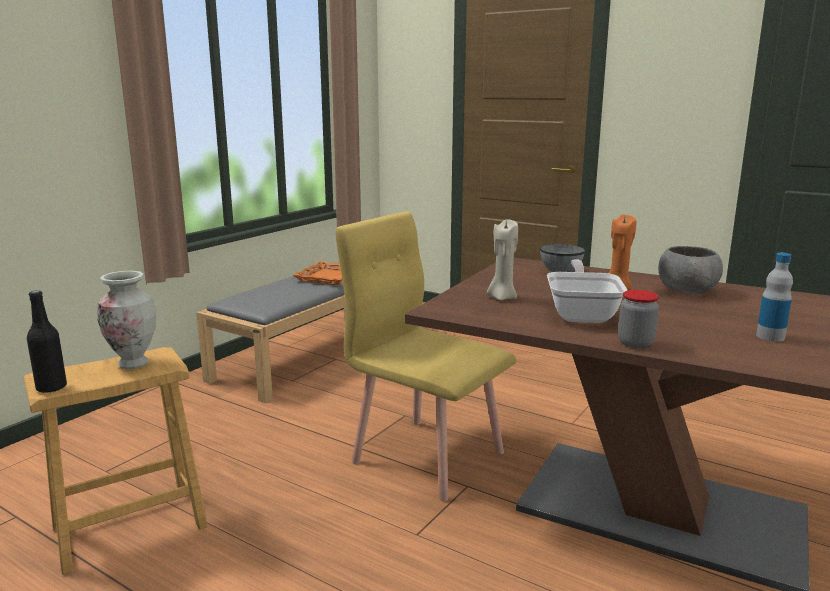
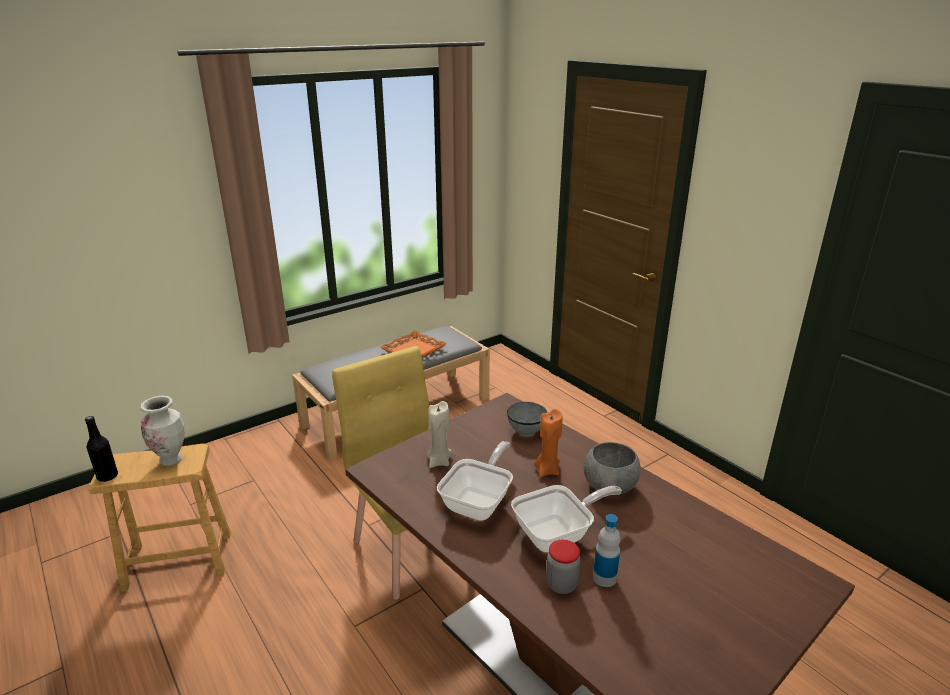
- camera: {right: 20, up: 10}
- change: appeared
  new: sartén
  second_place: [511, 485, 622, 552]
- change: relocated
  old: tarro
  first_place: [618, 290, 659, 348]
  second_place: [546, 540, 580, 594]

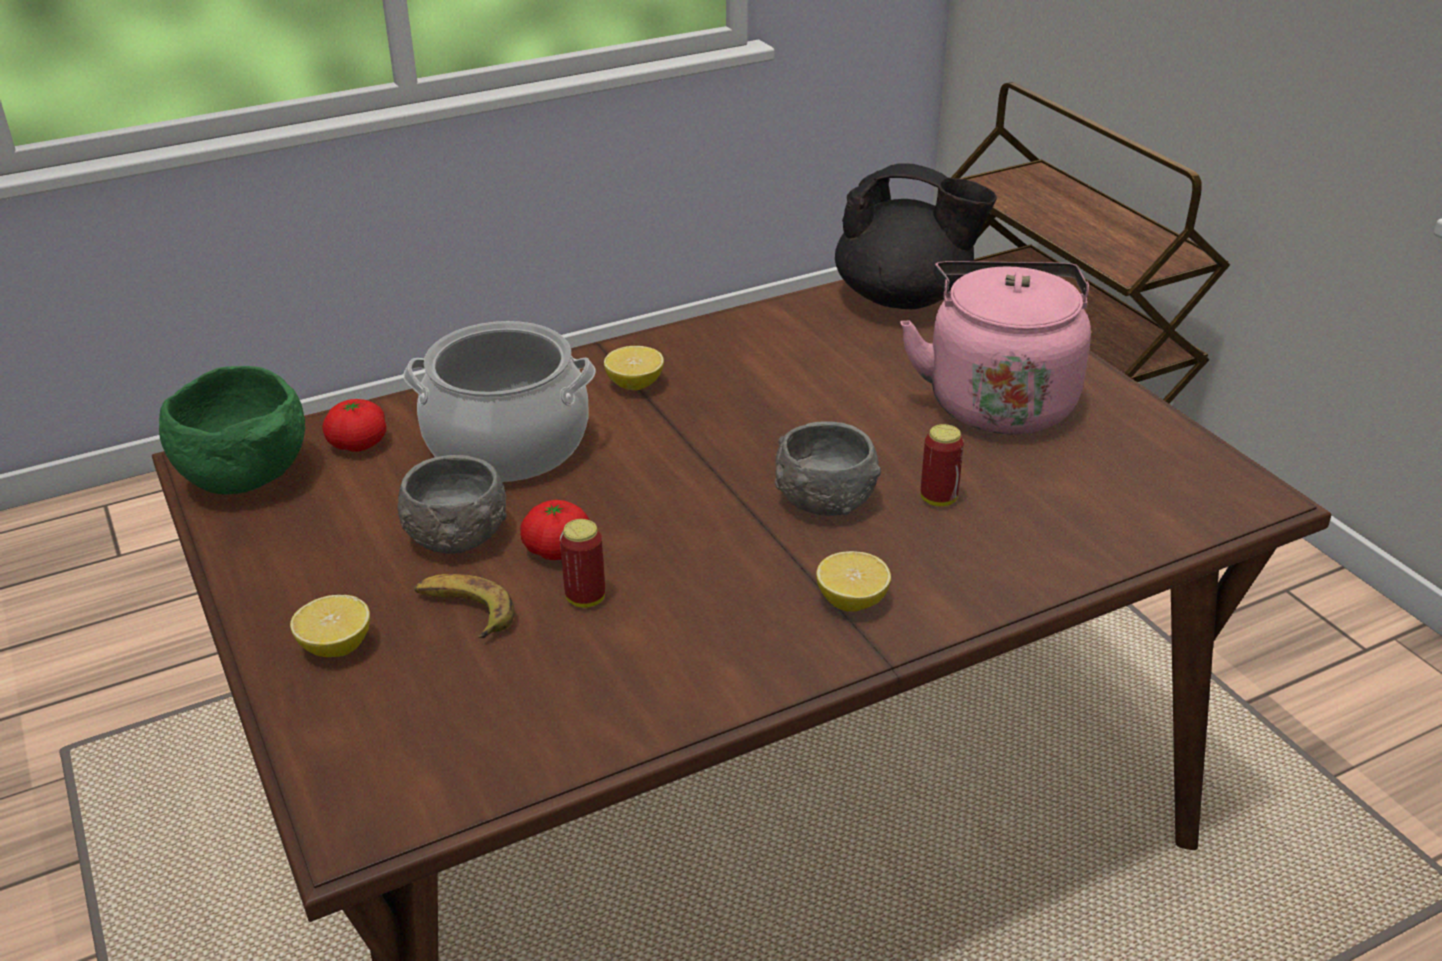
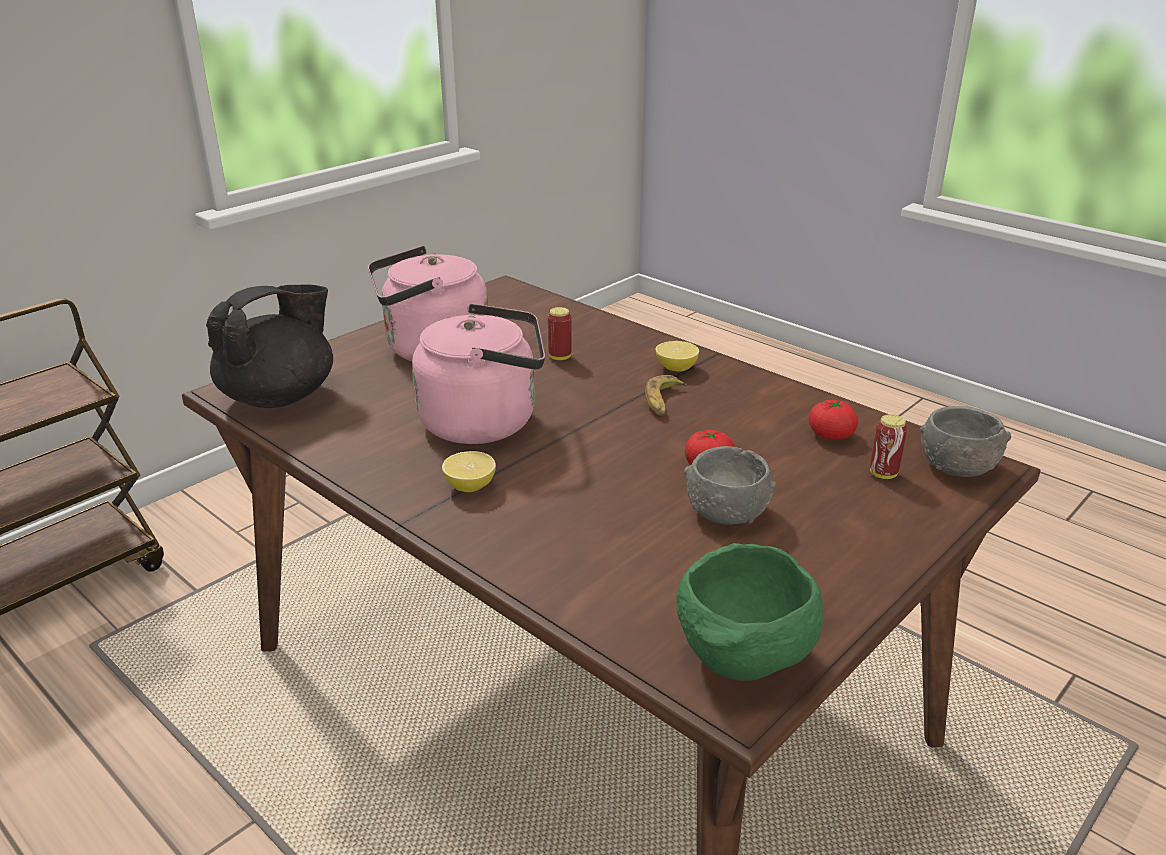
- camera: {right: -110, up: -5}
- change: missing
  old: limón
  first_place: [290, 595, 370, 657]
- change: missing
  old: olla
  first_place: [403, 321, 596, 482]
- change: appeared
  new: hervidor/rosa
  second_place: [412, 303, 545, 444]
- change: relocated
  old: tomate
  first_place: [322, 399, 386, 452]
  second_place: [809, 400, 858, 440]
- change: relocated
  old: plátano
  first_place: [414, 574, 515, 638]
  second_place: [645, 375, 687, 416]
- change: relocated
  old: lata
  first_place: [560, 519, 605, 608]
  second_place: [870, 414, 907, 479]
- change: relocated
  old: cuenco/gris
  first_place: [775, 421, 881, 516]
  second_place: [920, 406, 1011, 477]
- change: spun
  old: tetera/negro
  first_place: [835, 163, 997, 309]
  second_place: [206, 284, 333, 408]
  degrees: 45

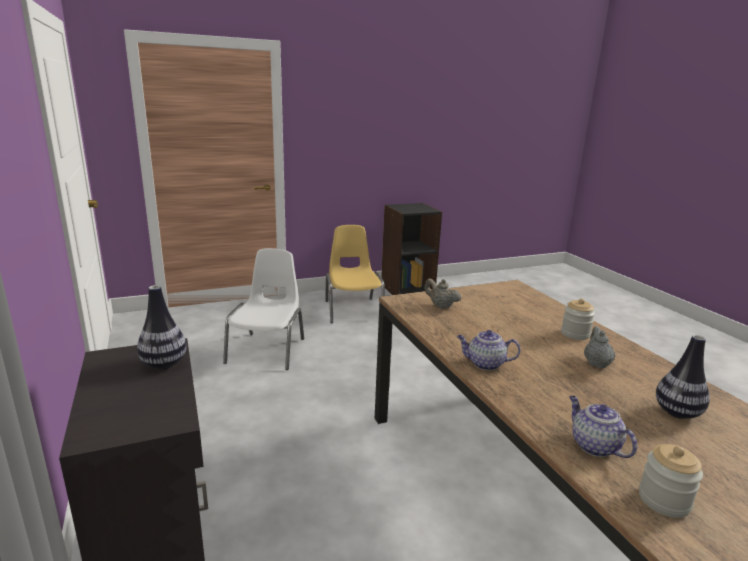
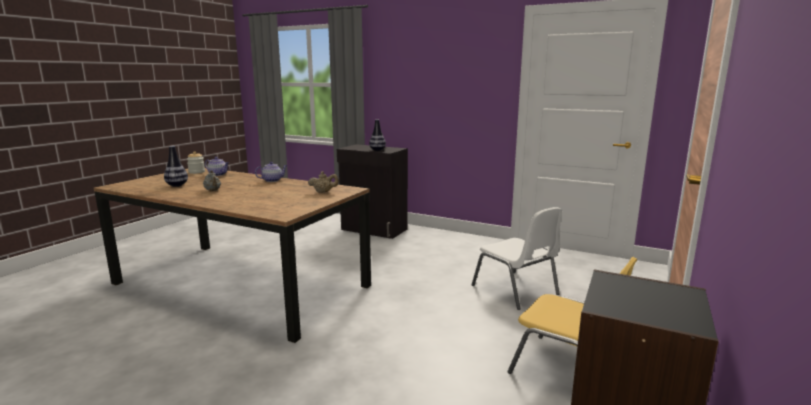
- camera: {right: 140, up: -5}
- change: missing
  old: tarro
  first_place: [561, 299, 595, 340]

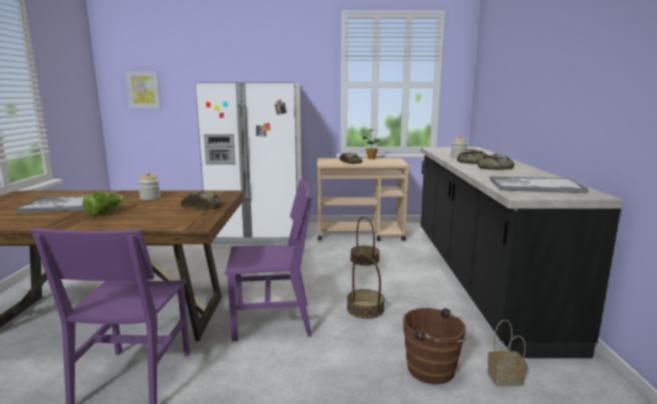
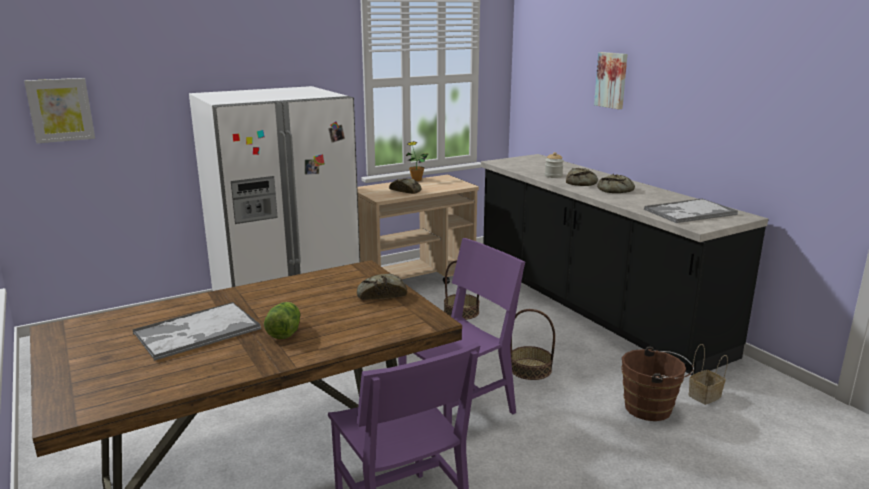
- camera: {right: -30, up: 5}
- change: missing
  old: tarro
  first_place: [138, 172, 161, 200]
- change: appeared
  new: cuadro
  second_place: [594, 52, 627, 109]

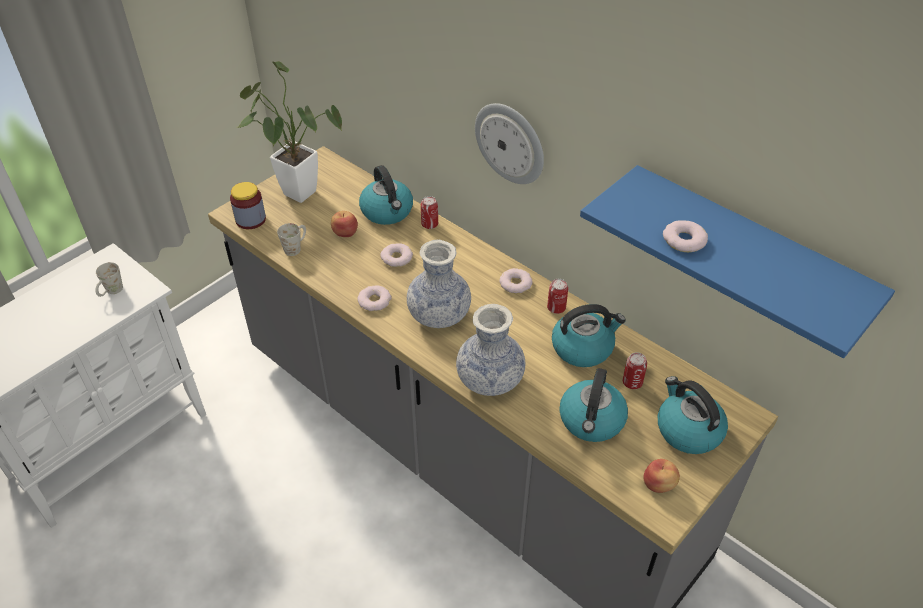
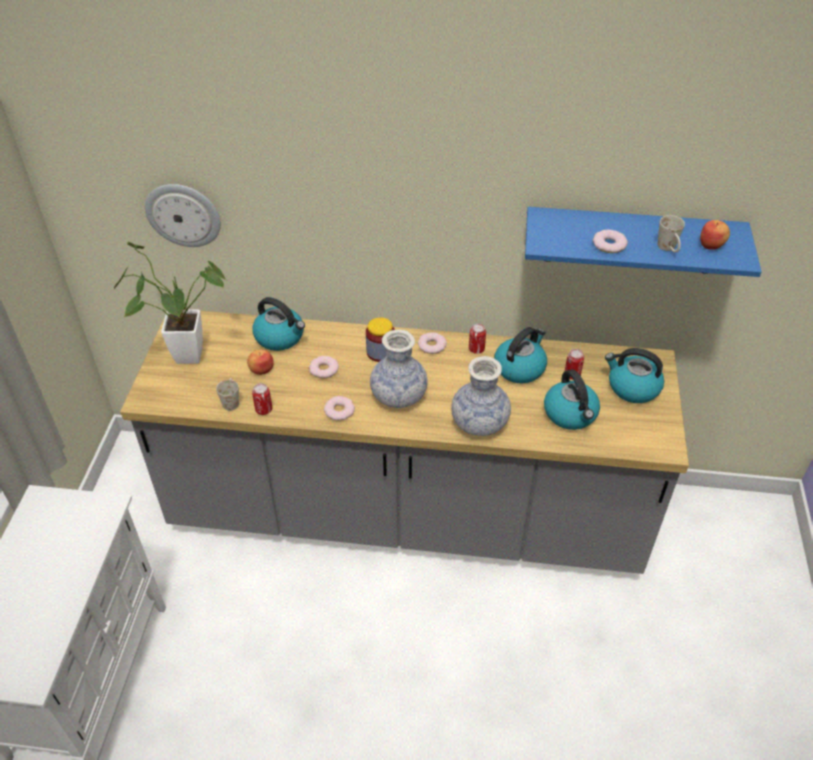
- camera: {right: -35, up: 0}
- change: relocated
  old: taza grande/blanco
  first_place: [96, 262, 123, 297]
  second_place: [658, 215, 685, 253]
- change: relocated
  old: tarro
  first_place: [230, 182, 266, 229]
  second_place: [366, 317, 395, 362]
- change: relocated
  old: lata
  first_place: [421, 196, 438, 229]
  second_place: [252, 383, 272, 415]
- change: relocated
  old: reloj de pared
  first_place: [475, 103, 544, 184]
  second_place: [145, 184, 221, 247]
- change: relocated
  old: manzana
  first_place: [644, 459, 680, 493]
  second_place: [700, 220, 730, 250]

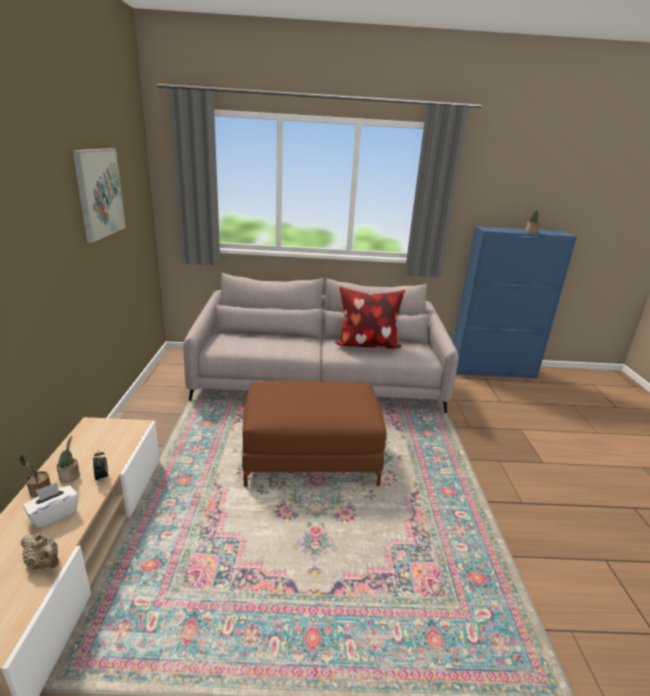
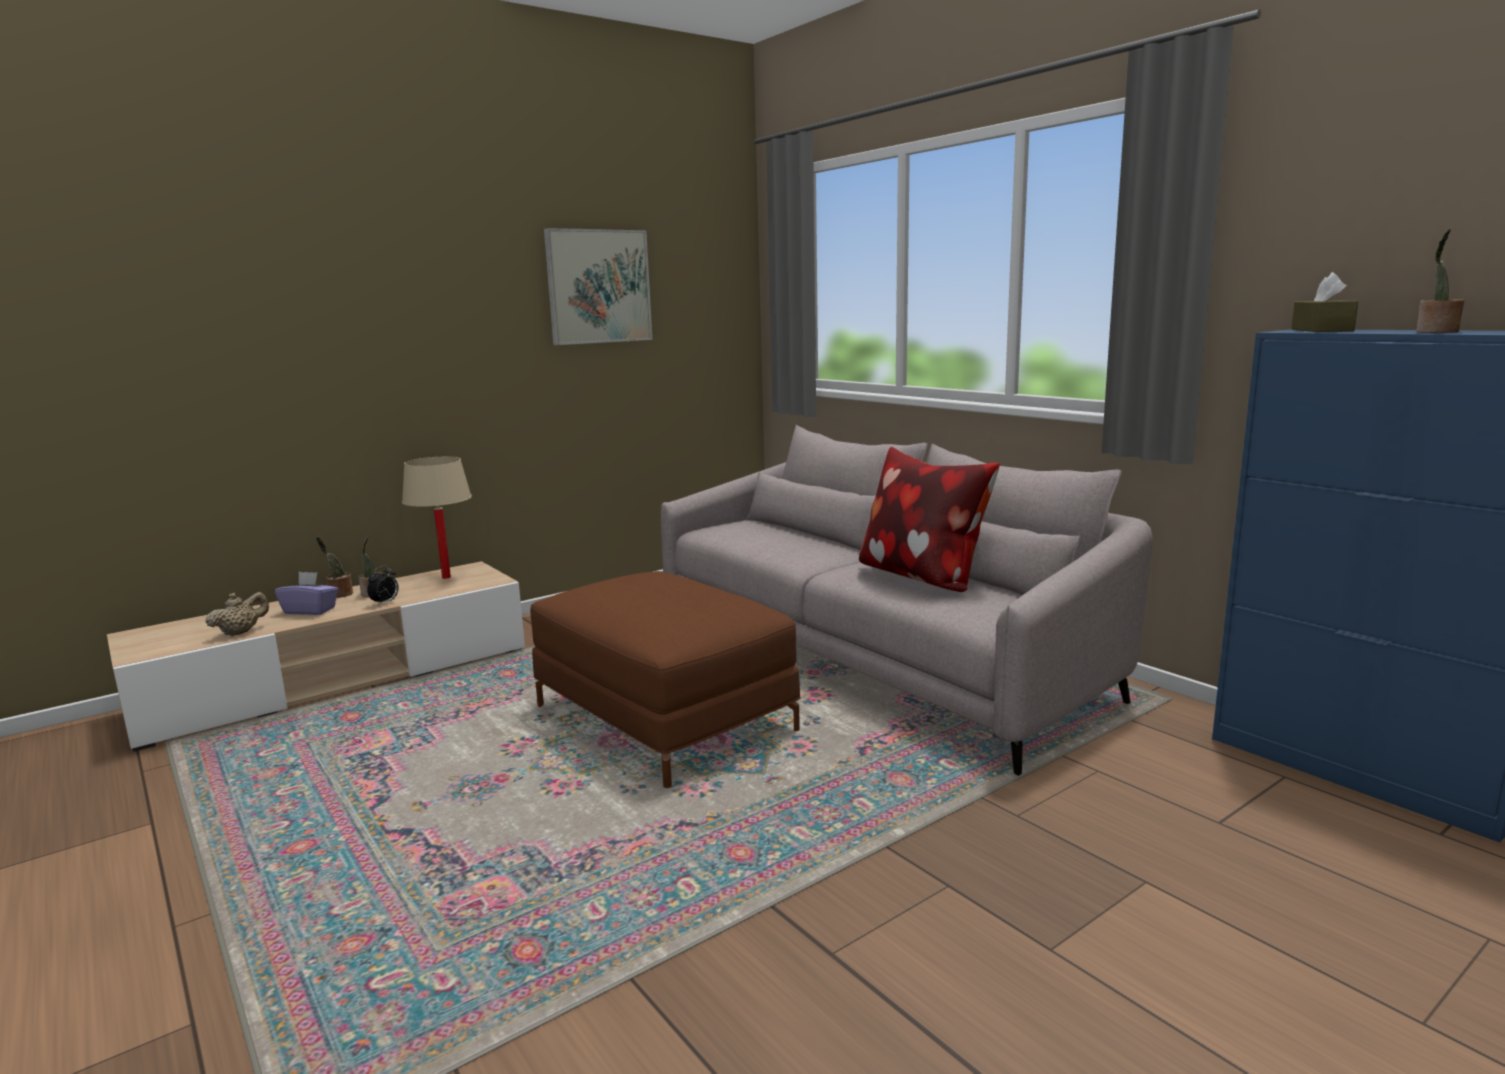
- camera: {right: 55, up: -10}
- change: appeared
  new: lámpara de mesa/beis
  second_place: [402, 457, 472, 579]
- change: appeared
  new: caja de pañuelos/marrón
  second_place: [1291, 272, 1358, 332]
- change: colour
  old: caja de pañuelos/blanco
  new: caja de pañuelos/morado
  first_place: [23, 482, 78, 529]
  second_place: [275, 572, 338, 615]
- change: spun
  old: tetera/beis
  first_place: [21, 533, 59, 570]
  second_place: [205, 592, 269, 636]
  degrees: -135

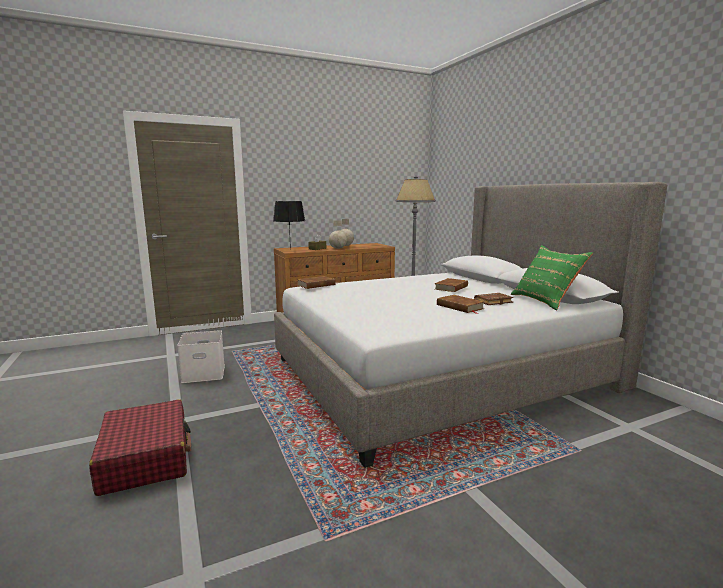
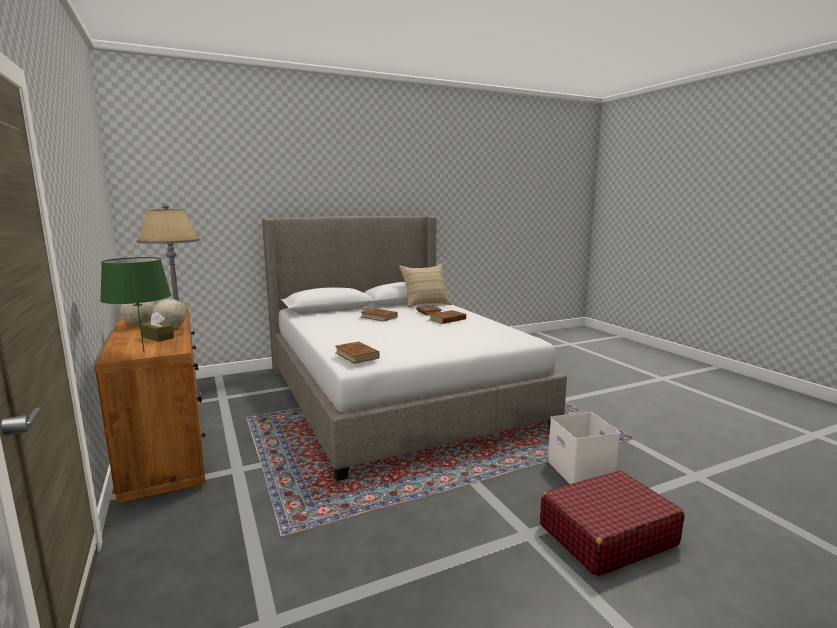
- camera: {right: -90, up: 0}
- change: relocated
  old: caja de almacenaje/blanco
  first_place: [177, 330, 225, 383]
  second_place: [548, 412, 620, 484]
- change: colour
  old: lámpara de mesa/negro
  new: lámpara de mesa/verde
  first_place: [273, 201, 305, 250]
  second_place: [100, 257, 171, 352]
- change: colour
  old: cojín/verde
  new: cojín/beis
  first_place: [511, 245, 593, 310]
  second_place: [399, 263, 452, 307]

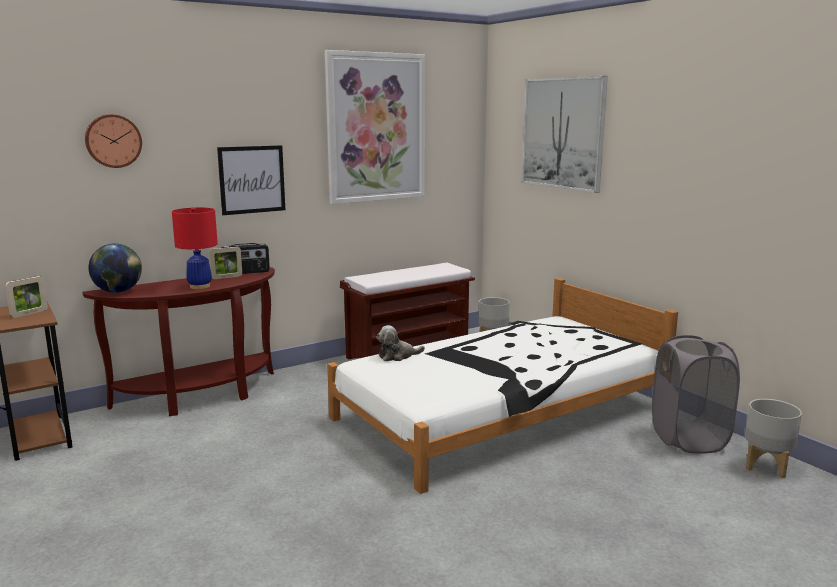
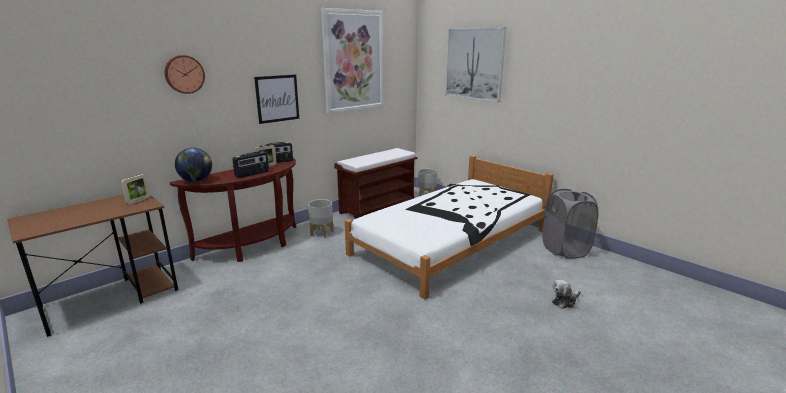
- camera: {right: -10, up: 5}
- change: relocated
  old: peluche
  first_place: [376, 325, 425, 361]
  second_place: [552, 280, 581, 309]
- change: relocated
  old: maceta/gris
  first_place: [745, 399, 802, 479]
  second_place: [308, 199, 333, 238]
- change: exchanged
  old: lámpara de mesa/rojo
  new: radio
  first_place: [172, 207, 218, 289]
  second_place: [232, 151, 269, 178]

